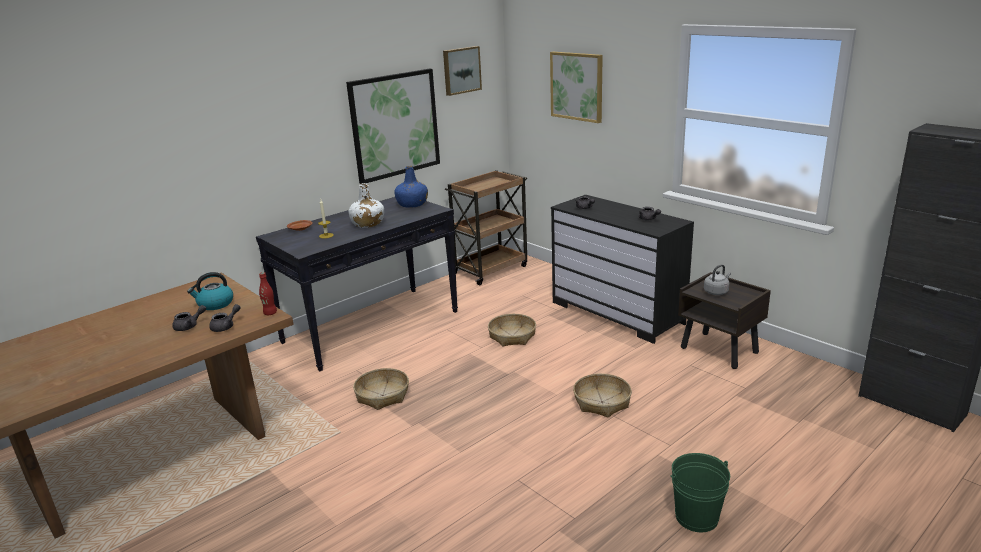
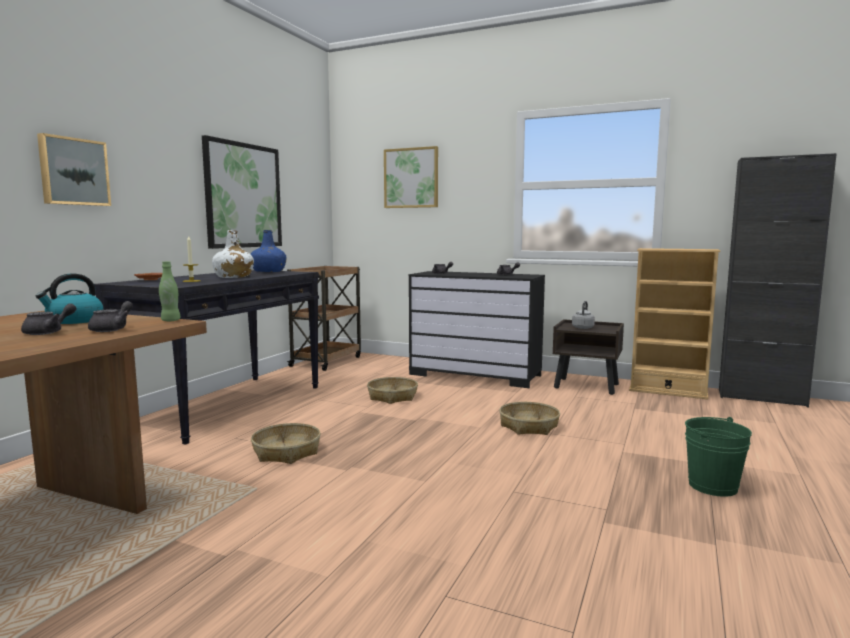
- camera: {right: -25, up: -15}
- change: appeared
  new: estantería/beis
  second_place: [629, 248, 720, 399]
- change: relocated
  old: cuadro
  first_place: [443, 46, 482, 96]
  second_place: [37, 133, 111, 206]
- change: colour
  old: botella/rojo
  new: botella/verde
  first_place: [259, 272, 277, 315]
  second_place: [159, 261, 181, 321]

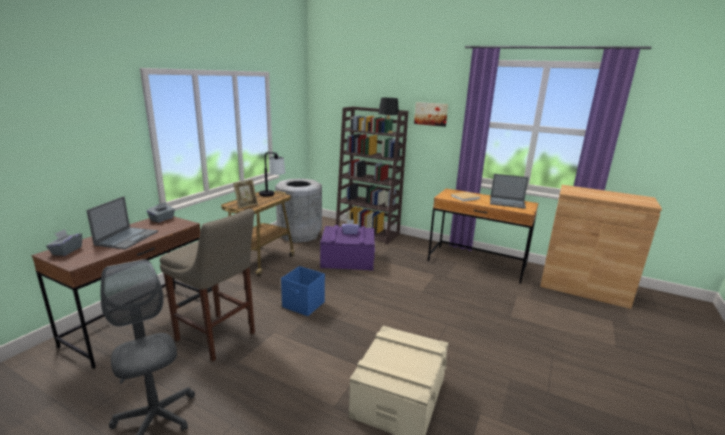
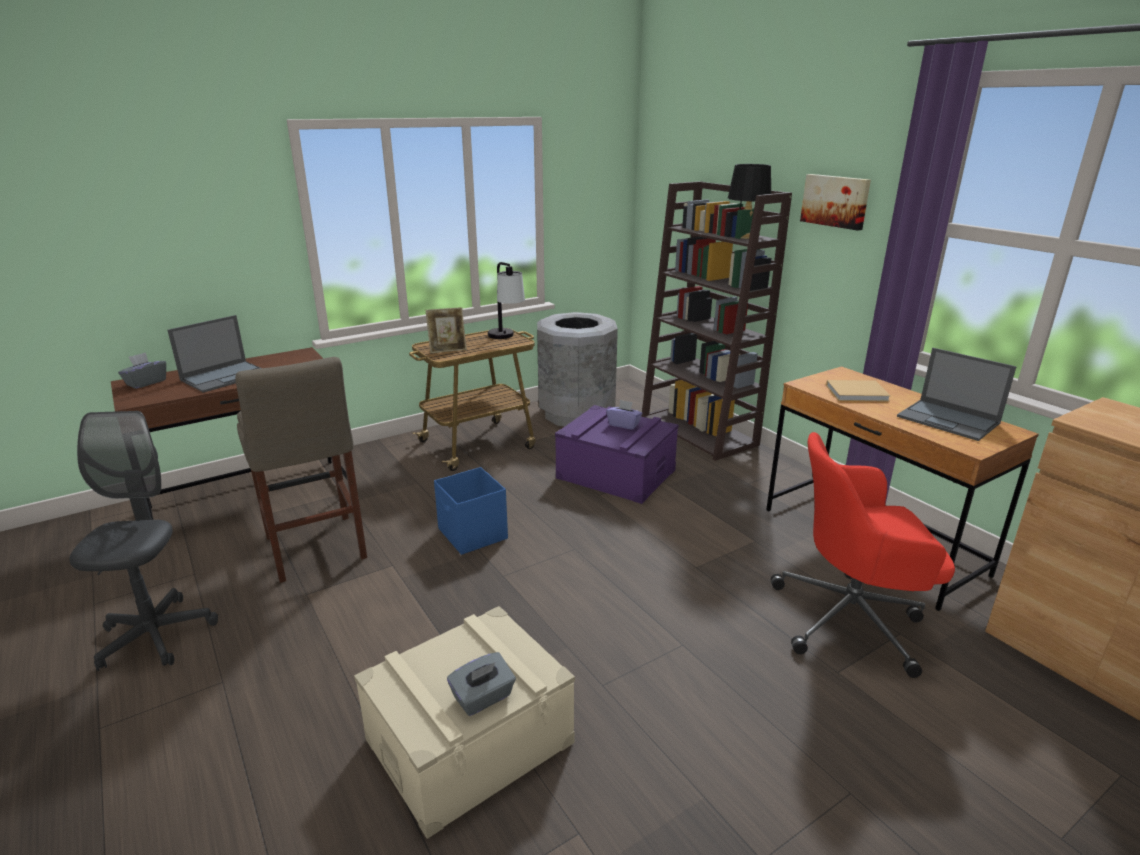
- camera: {right: 30, up: 5}
- change: appeared
  new: silla de oficina/rojo
  second_place: [771, 432, 955, 678]
- change: relocated
  old: caja de pañuelos/gris
  first_place: [147, 202, 175, 223]
  second_place: [447, 652, 516, 716]

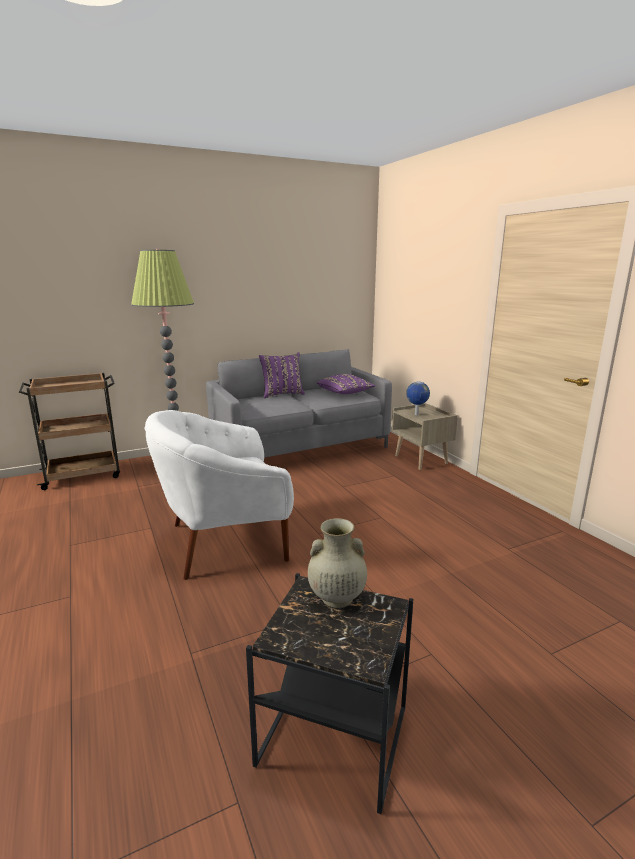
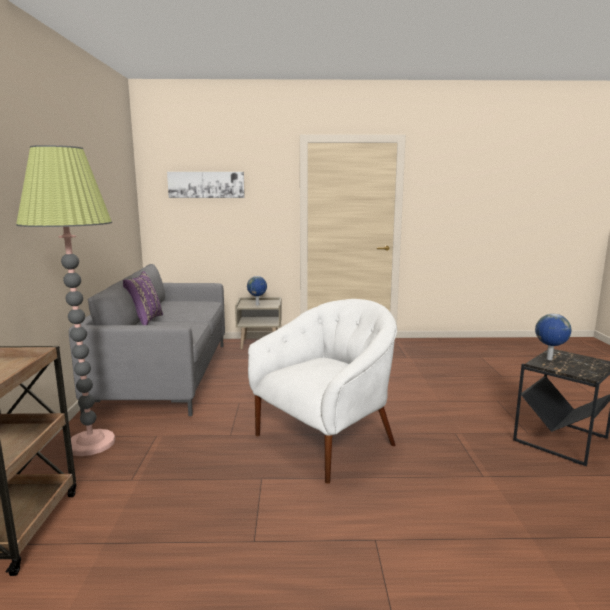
- camera: {right: -65, up: -5}
- change: missing
  old: cojín/morado
  first_place: [317, 374, 376, 394]
- change: appeared
  new: cuadro
  second_place: [167, 172, 245, 198]
- change: exchanged
  old: florero/beis
  new: globo terráqueo
  first_place: [308, 518, 367, 608]
  second_place: [535, 314, 571, 360]
- change: spun
  old: sillón/blanco
  first_place: [144, 410, 294, 580]
  second_place: [248, 299, 397, 484]
  degrees: -135

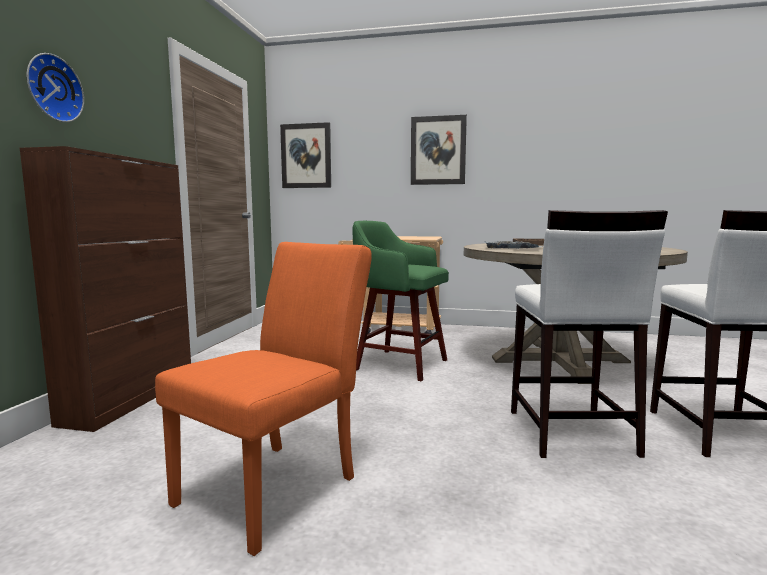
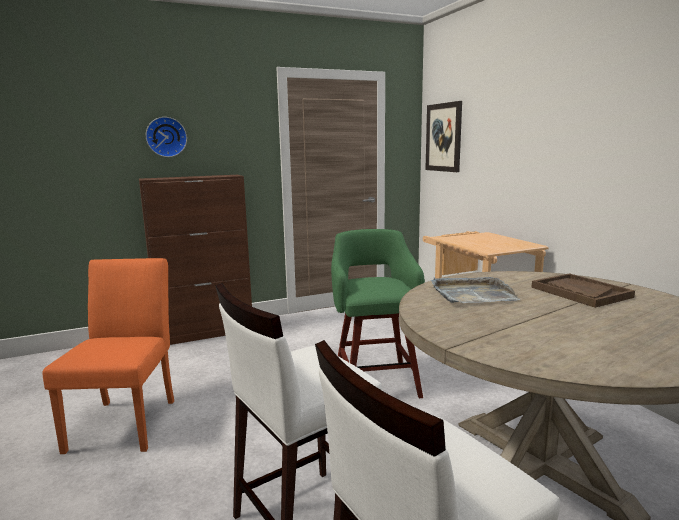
- camera: {right: 55, up: 5}
- change: missing
  old: cuadro
  first_place: [411, 115, 467, 185]
- change: spun
  old: silla/naranja
  first_place: [155, 242, 372, 556]
  second_place: [43, 258, 174, 454]
  degrees: -90

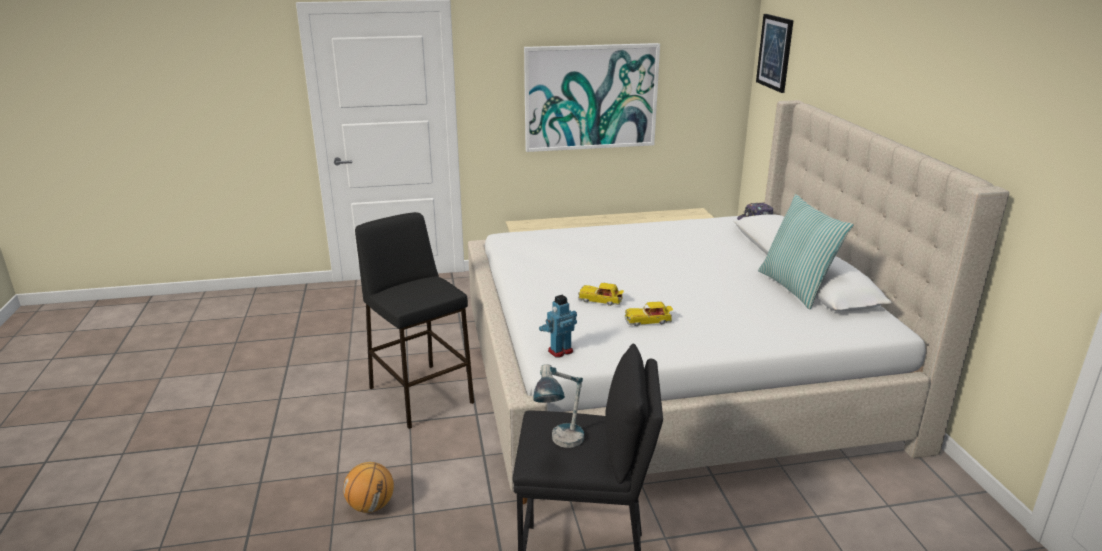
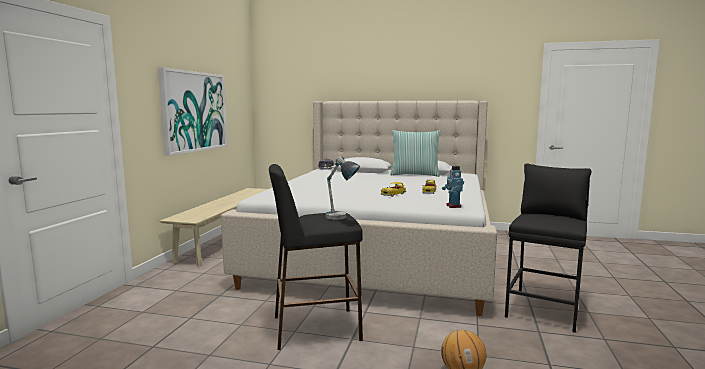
- camera: {right: -65, up: -15}
- change: missing
  old: cuadro
  first_place: [756, 14, 794, 93]
- change: relocated
  old: lámpara de mesa
  first_place: [533, 364, 584, 448]
  second_place: [325, 156, 360, 220]

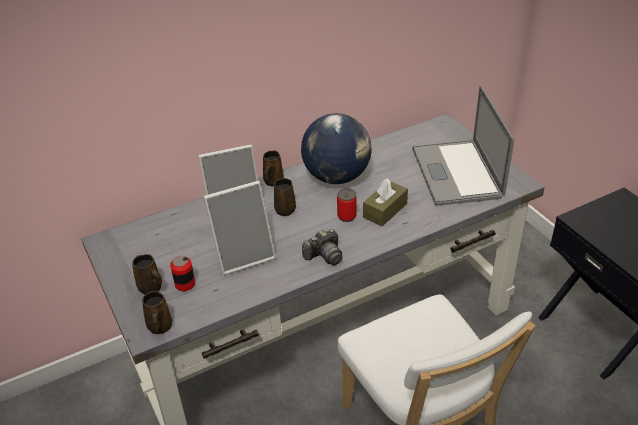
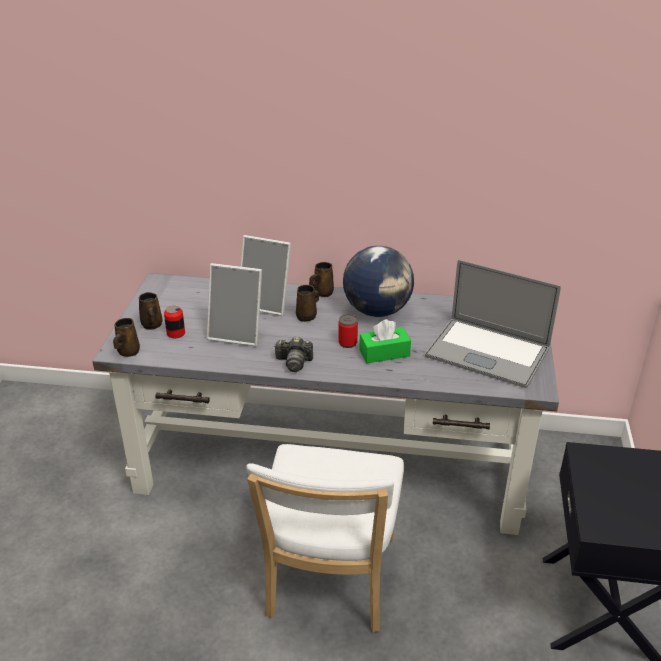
- camera: {right: 35, up: -5}
- change: colour
  old: caja de pañuelos/marrón
  new: caja de pañuelos/verde
  first_place: [363, 178, 408, 226]
  second_place: [359, 319, 411, 363]
- change: spun
  old: portátil
  first_place: [412, 85, 514, 206]
  second_place: [425, 260, 561, 388]
  degrees: -90

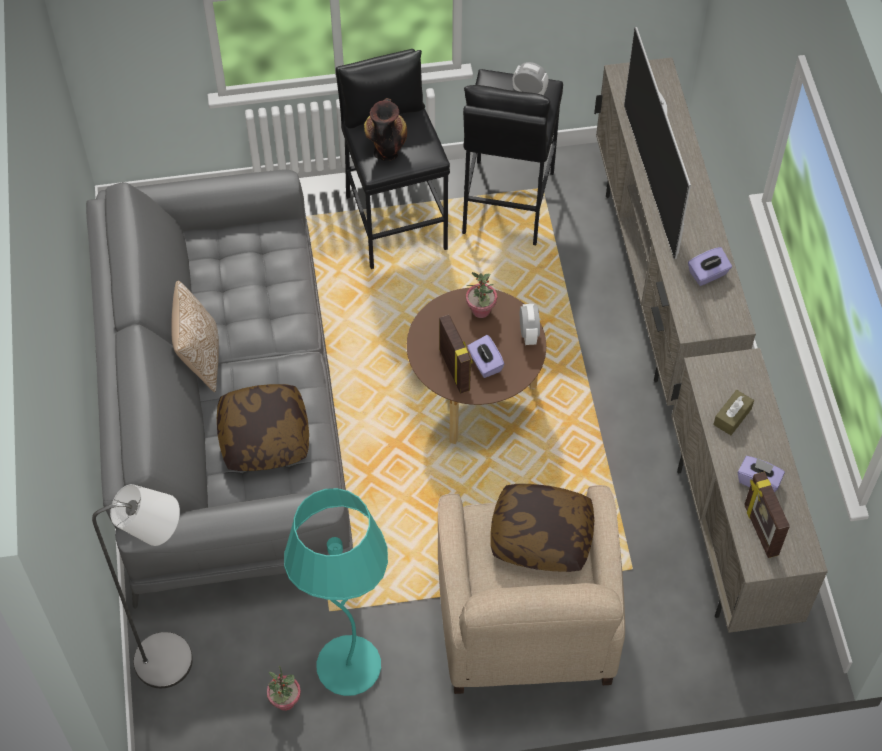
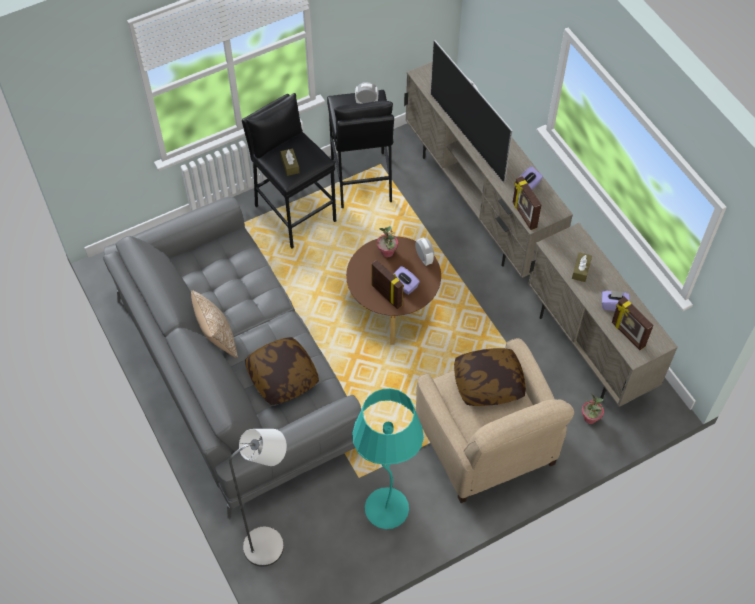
- camera: {right: -20, up: 0}
- change: appeared
  new: portarretratos
  second_place: [513, 176, 542, 230]
- change: relocated
  old: planta en maceta
  first_place: [267, 666, 301, 711]
  second_place: [582, 394, 604, 424]
- change: exchanged
  old: florero
  new: caja de pañuelos/marrón
  first_place: [364, 98, 407, 161]
  second_place: [280, 148, 300, 176]

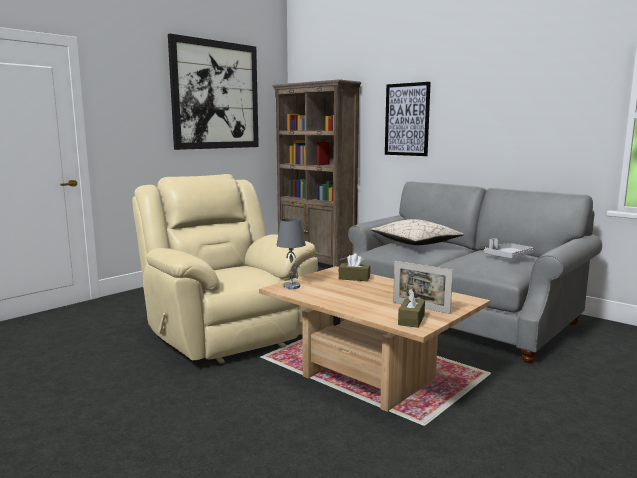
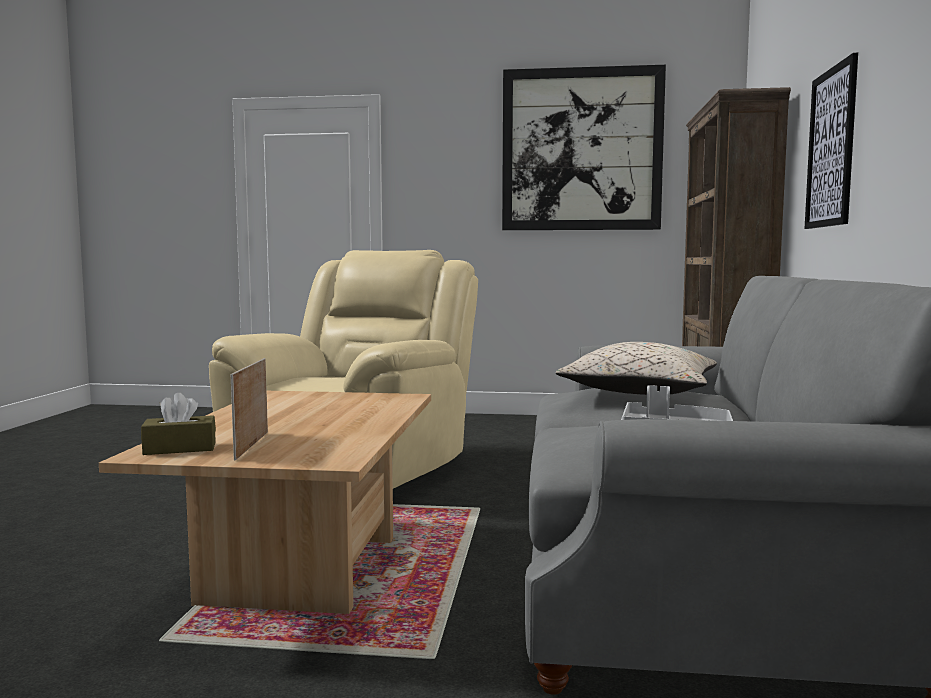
- camera: {right: 55, up: -5}
- change: missing
  old: lámpara de mesa/gris
  first_place: [277, 218, 306, 289]
- change: missing
  old: caja de pañuelos/marrón
  first_place: [339, 253, 370, 281]

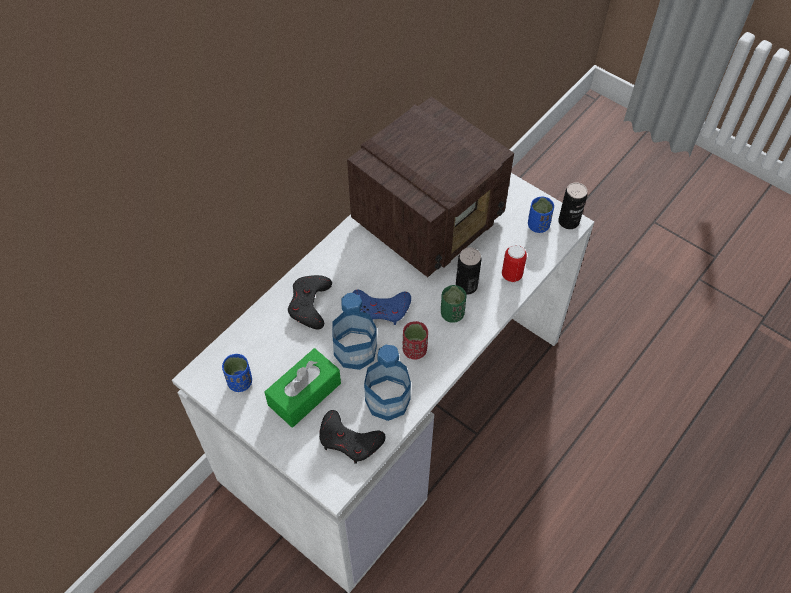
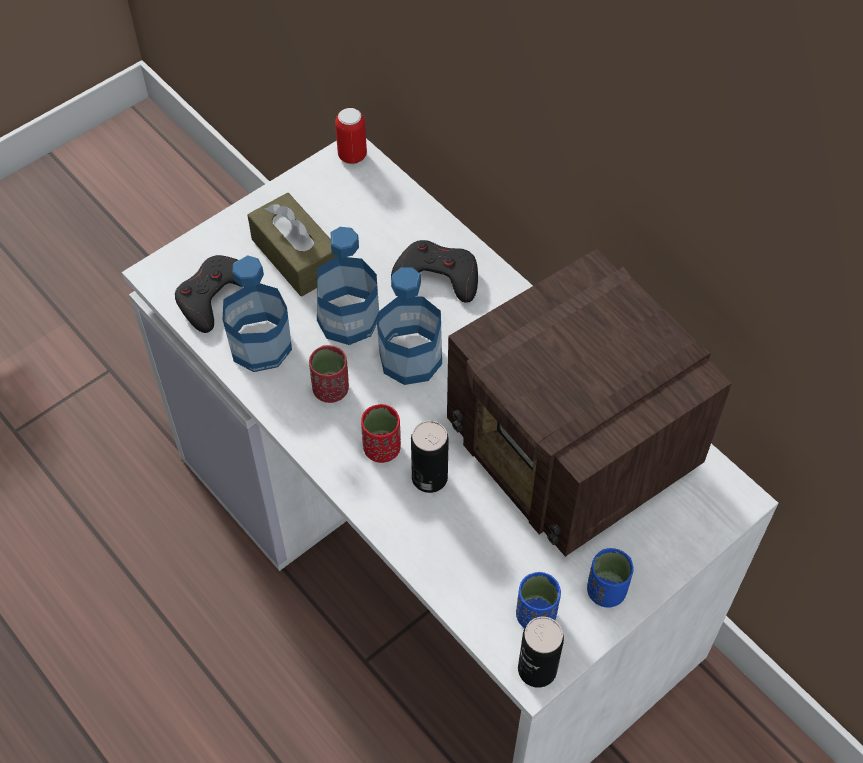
- camera: {right: 100, up: 0}
- change: relocated
  old: taza/azul
  first_place: [222, 354, 252, 392]
  second_place: [587, 548, 634, 608]
- change: relocated
  old: lata
  first_place: [502, 245, 527, 282]
  second_place: [335, 108, 367, 164]
- change: exchanged
  old: mando de consola/azul
  new: botella
  first_place: [352, 290, 411, 325]
  second_place: [377, 268, 442, 385]
- change: colour
  old: caja de pañuelos/verde
  new: caja de pañuelos/marrón
  first_place: [264, 348, 341, 427]
  second_place: [248, 193, 337, 296]
- change: colour
  old: taza/verde
  new: taza/rojo
  first_place: [441, 285, 466, 323]
  second_place: [361, 404, 401, 463]

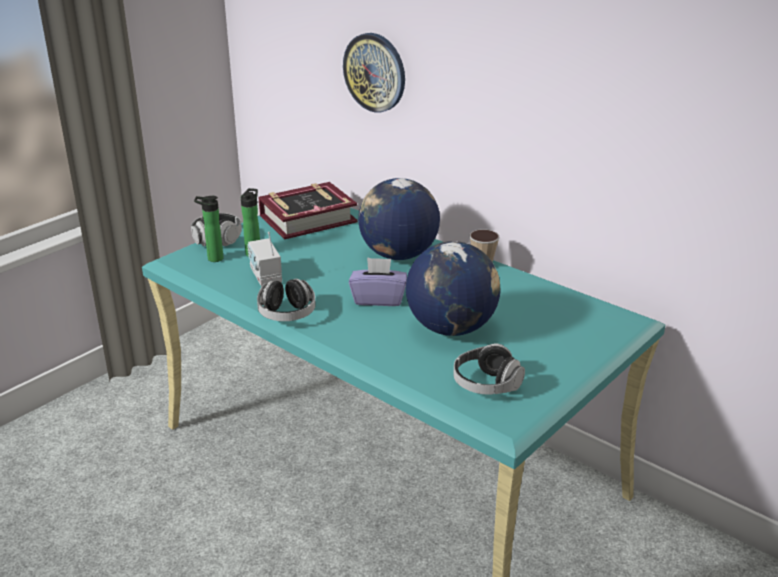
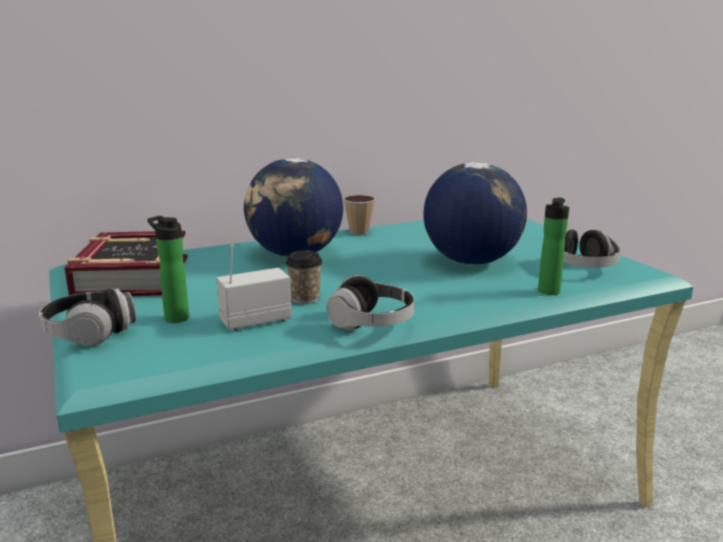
- camera: {right: -65, up: -10}
- change: missing
  old: reloj de pared
  first_place: [343, 33, 405, 113]
- change: missing
  old: caja de pañuelos/morado
  first_place: [349, 257, 407, 306]
- change: appeared
  new: taza
  second_place: [286, 250, 323, 304]
- change: relocated
  old: botella
  first_place: [194, 196, 224, 262]
  second_place: [538, 198, 569, 295]
- change: spun
  old: radio
  first_place: [247, 232, 282, 286]
  second_place: [216, 245, 292, 331]
  degrees: 150

